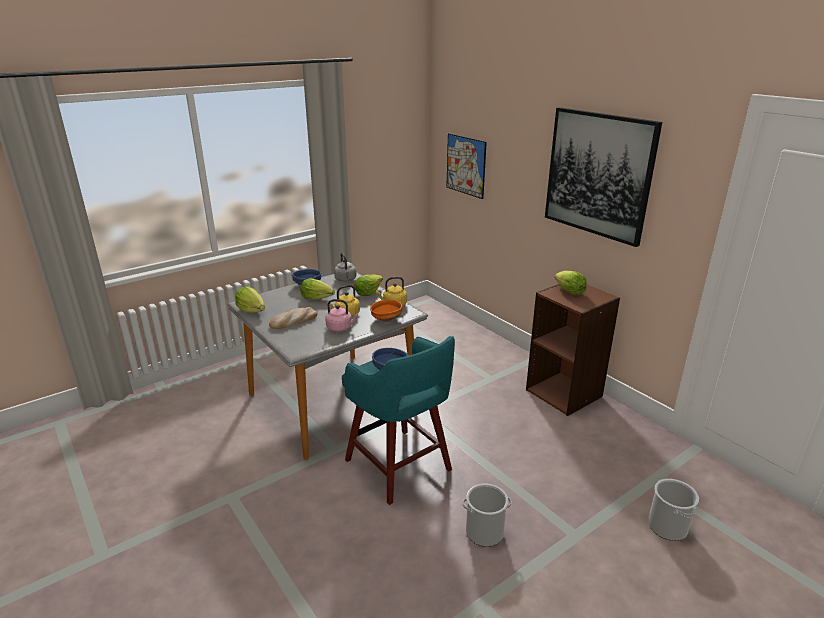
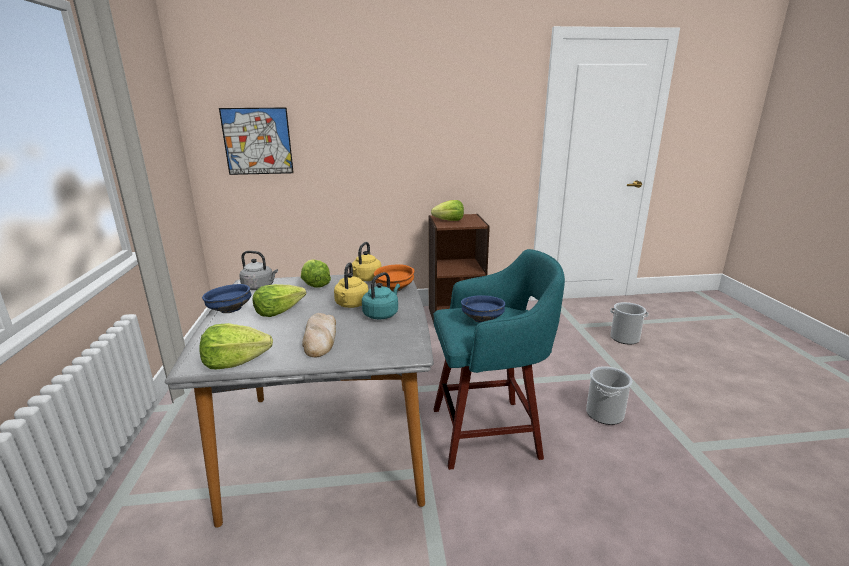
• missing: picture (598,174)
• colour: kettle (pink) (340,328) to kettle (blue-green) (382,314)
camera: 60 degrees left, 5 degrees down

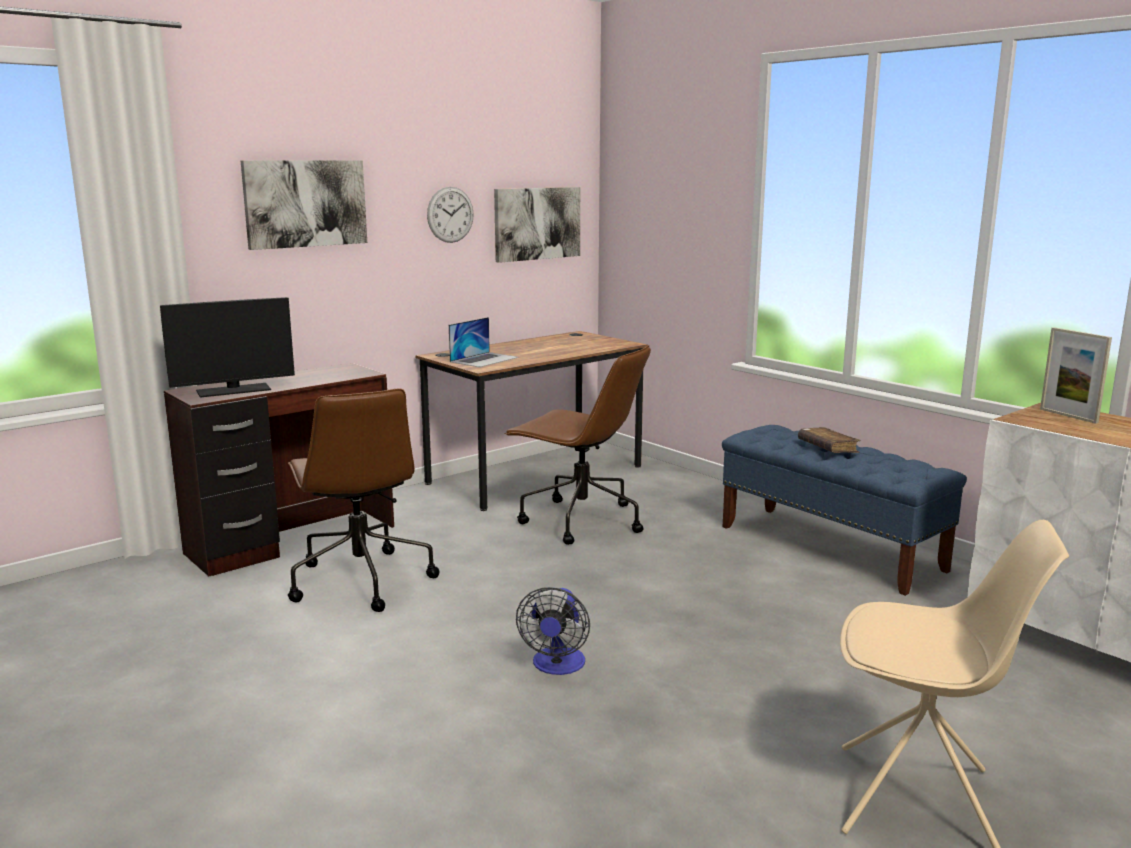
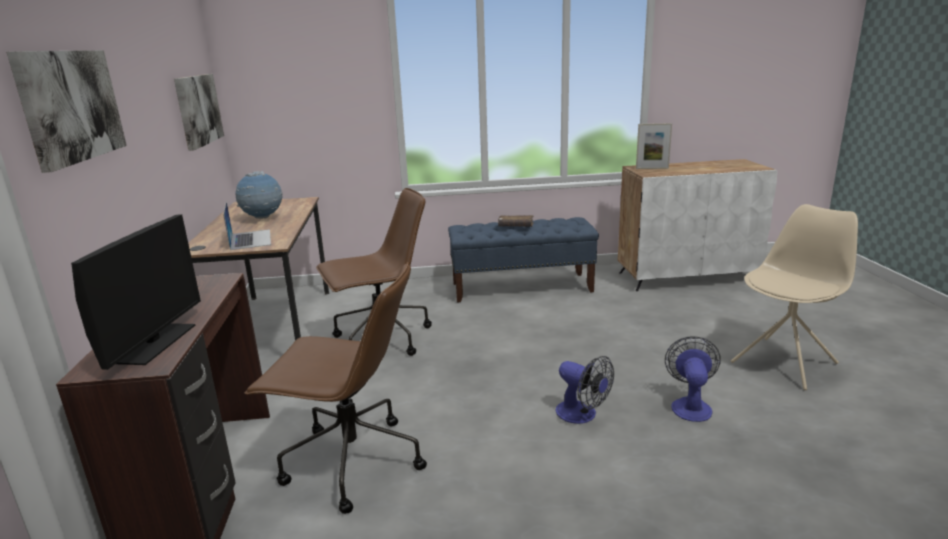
• missing: wall clock (450,214)
• appeared: globe (263,218)
• appeared: fan (690,405)
camera: 55 degrees left, 5 degrees up

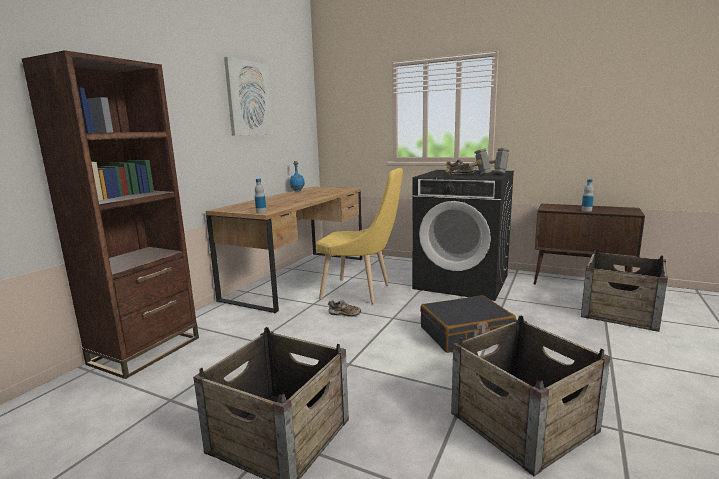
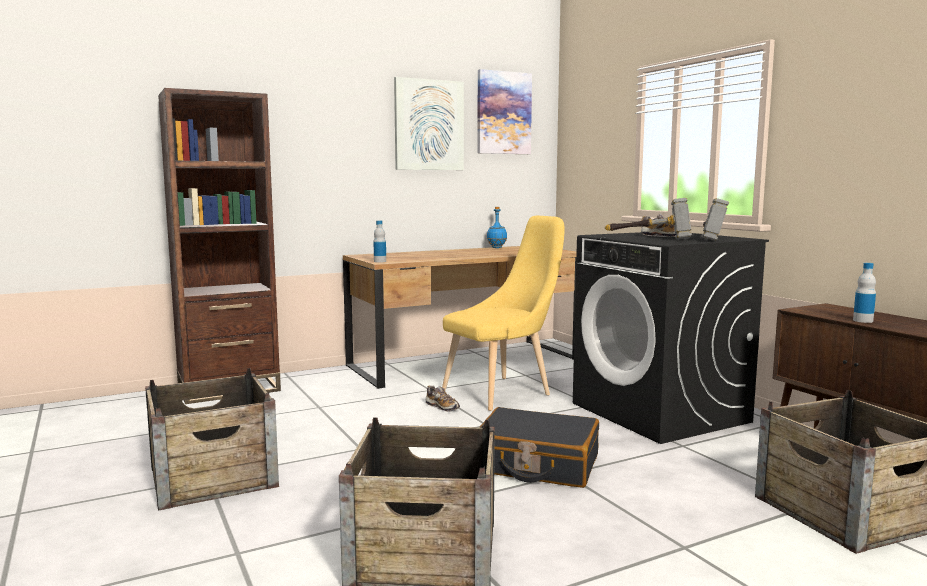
• appeared: picture (503,113)
• spun: plain chair (yellow) (360,292) = (502,392) 90 degrees counterclockwise
camera: 35 degrees right, 5 degrees down

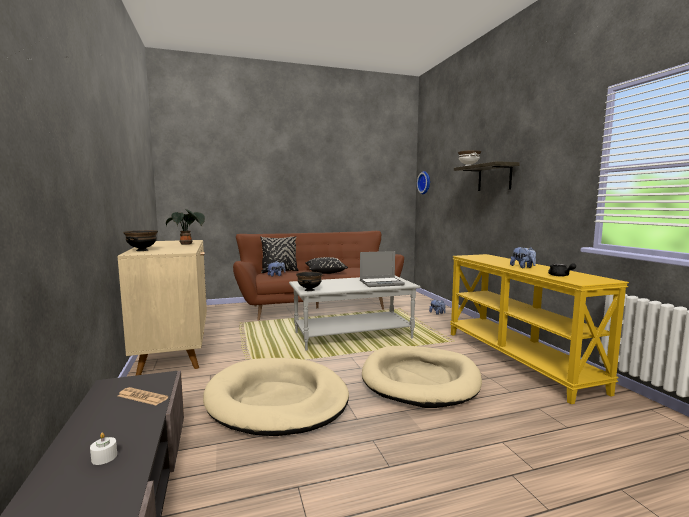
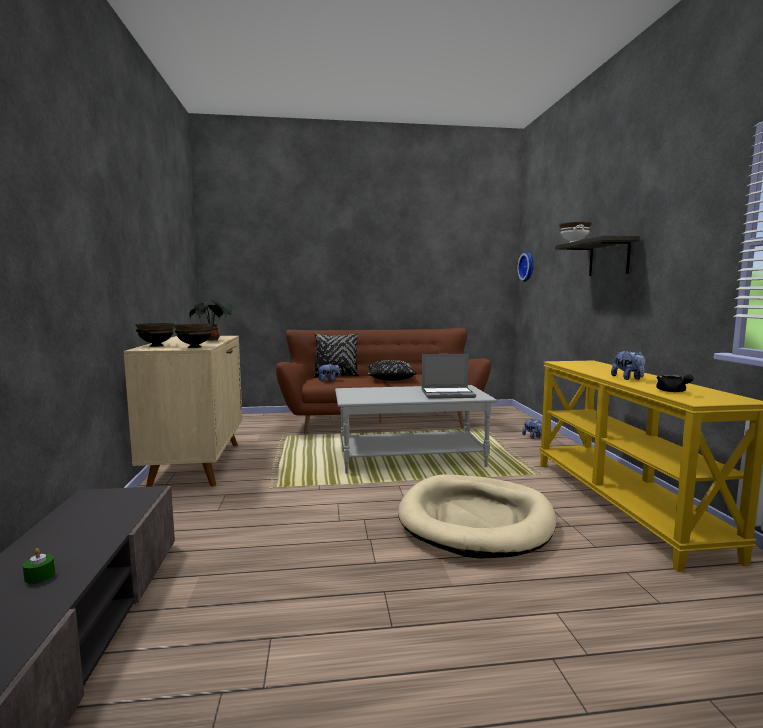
• missing: daily paper (142,397)
• missing: dog bed (beige) (277,400)
• relocated: serving bowl (blackish) (310,290) to (195,347)
• colour: candle (white) (104,457) to candle (greenish) (40,576)
camera: 10 degrees right, 0 degrees up

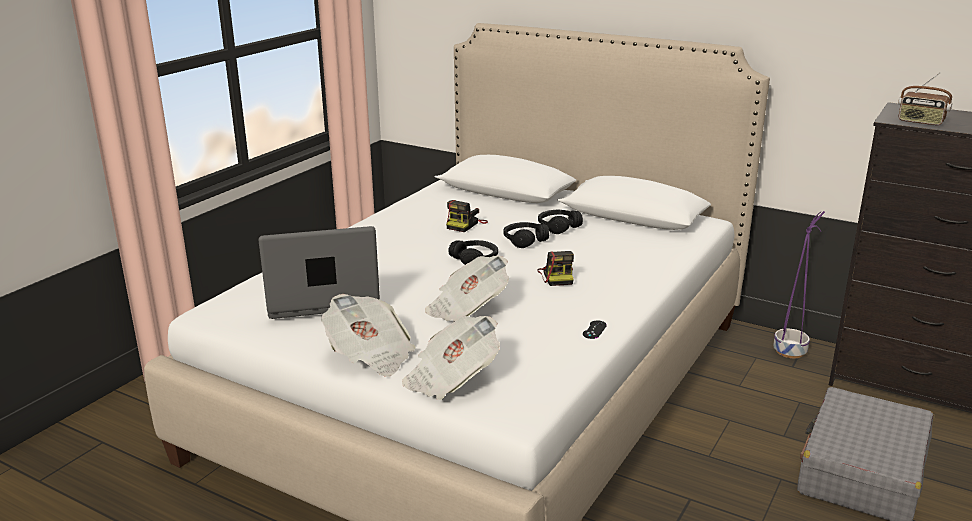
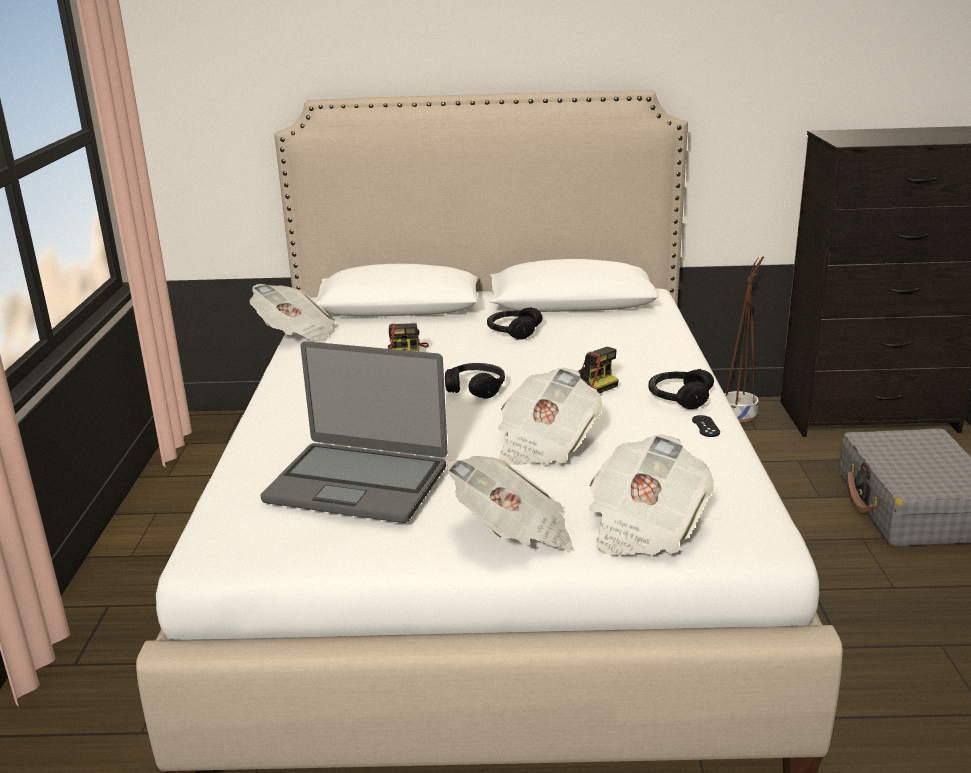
• missing: radio set (920,122)
• appeared: daily paper (296,334)
• relocated: pair of headphones (blackish) (524,240) to (679,398)
• colour: plant pot (purple-coloured) (790,351) to plant pot (brownish) (739,415)
• spun: notebook computer (323,298) = (358,483) 120 degrees counterclockwise
camera: 30 degrees left, 0 degrees up

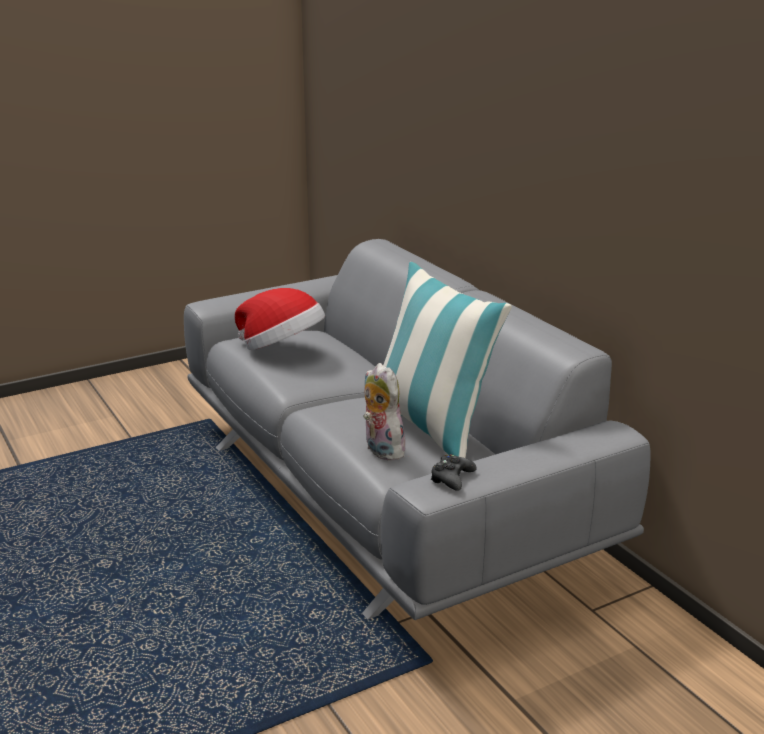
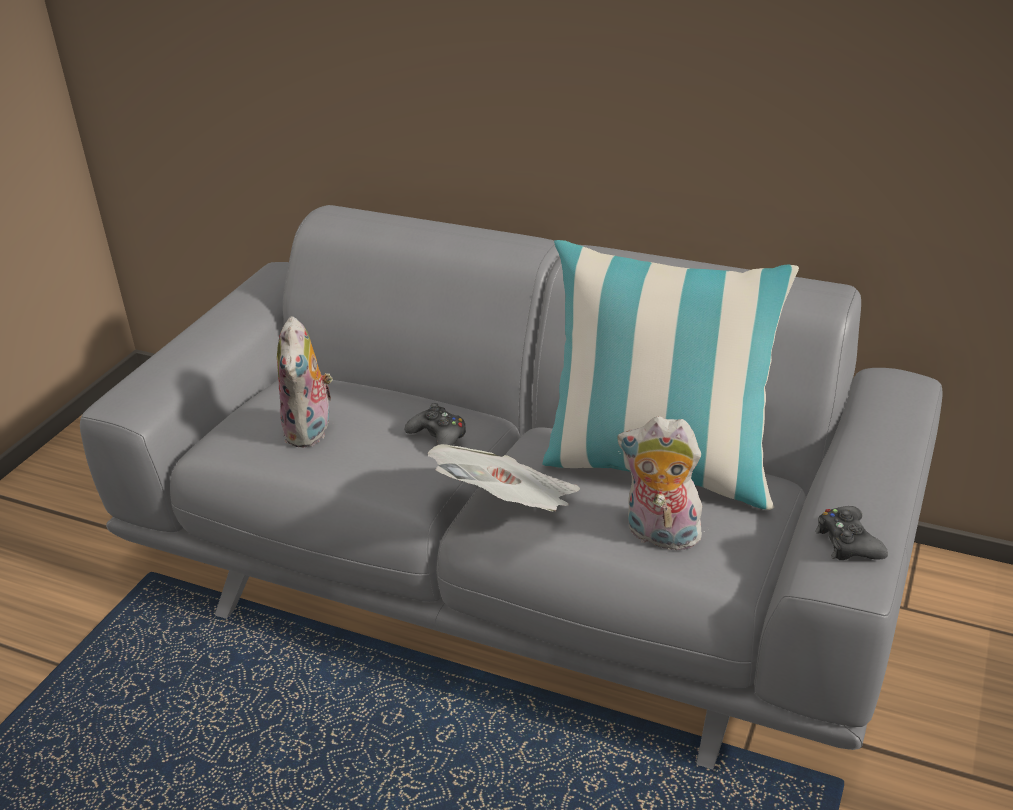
• appeared: game controller (blackish) (438,436)
• appeared: daily paper (509,508)
• exchanged: clothing hat (282,349) to plush toy (311,431)
camera: 35 degrees left, 10 degrees up

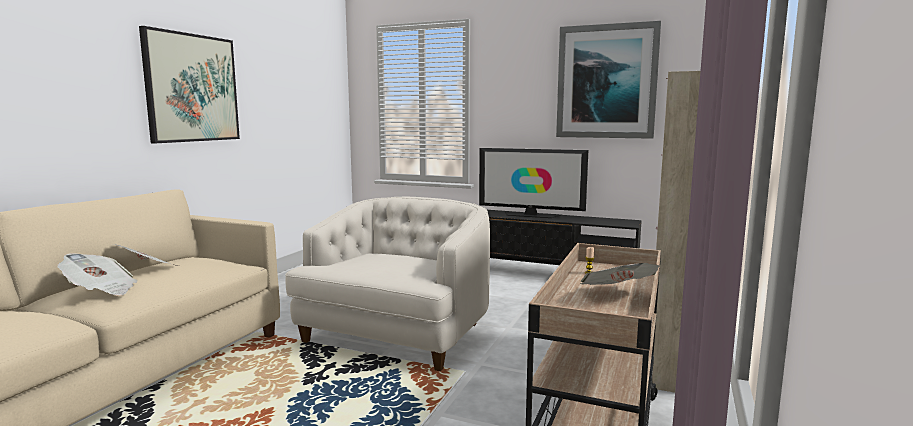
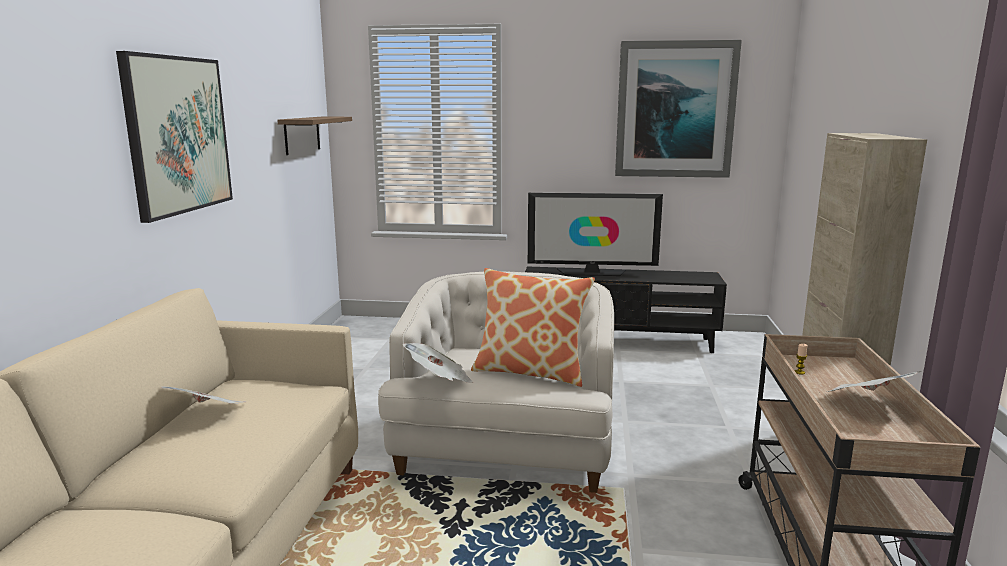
• appeared: bracket shelf (302,135)
• appeared: throw pillow (531,372)
• relocated: daily paper (101,290) to (439,380)
camera: 15 degrees left, 5 degrees up

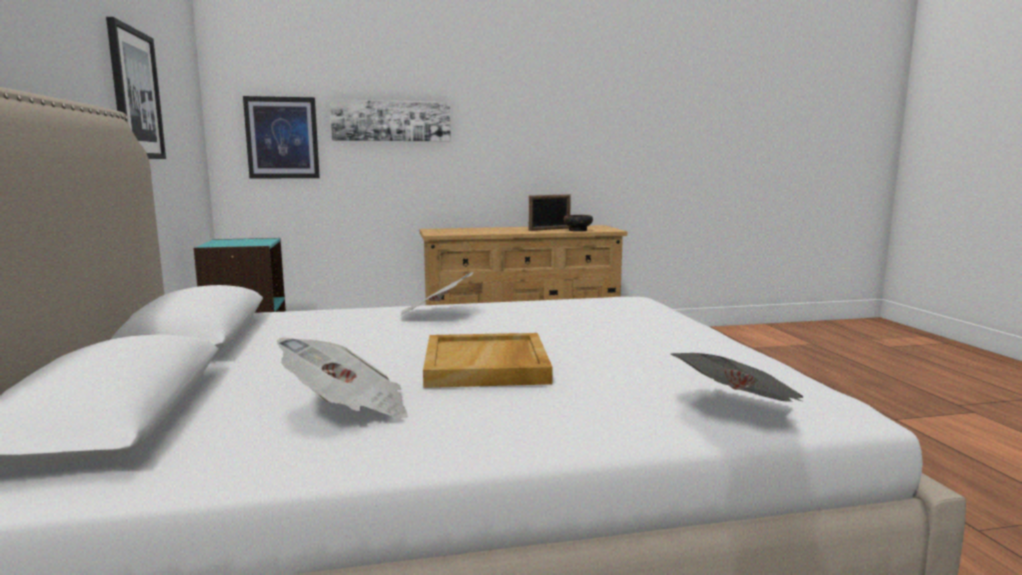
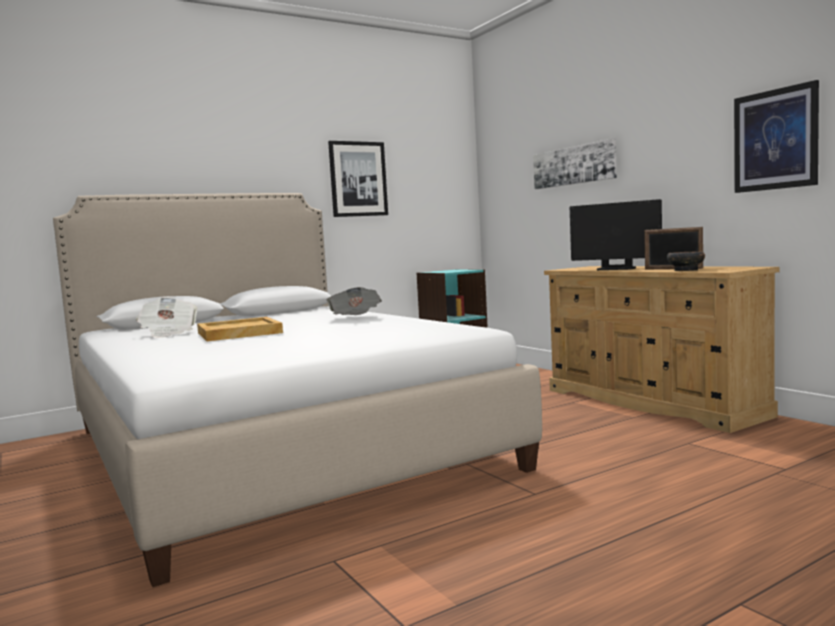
• missing: daily paper (738,412)
• appeared: computer screen (616,269)
• relocated: picture (282,138) to (775,140)
camera: 70 degrees right, 5 degrees down

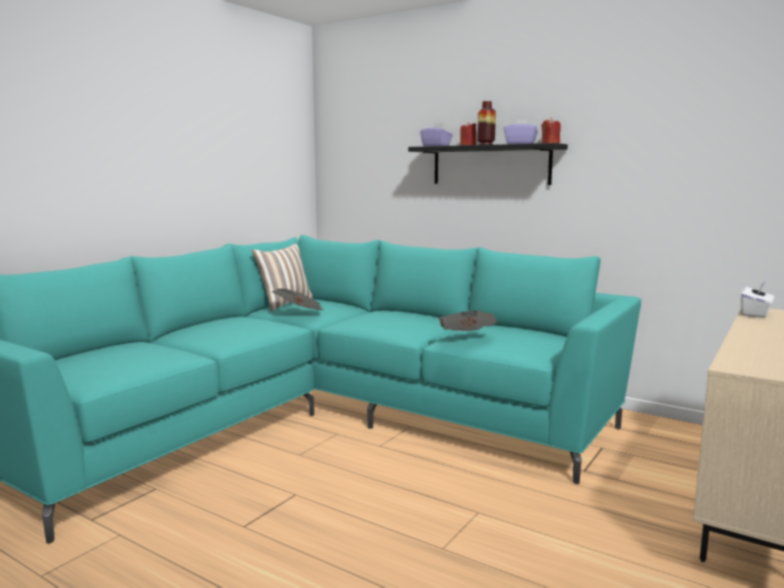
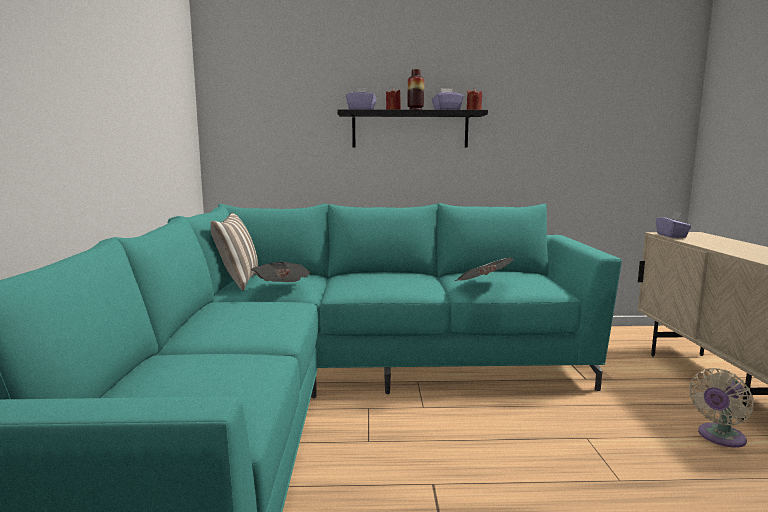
• appeared: fan (beige) (719,437)
• colour: tissue box (white) (755,314) to tissue box (purple-coloured) (671,236)
camera: 35 degrees left, 0 degrees up

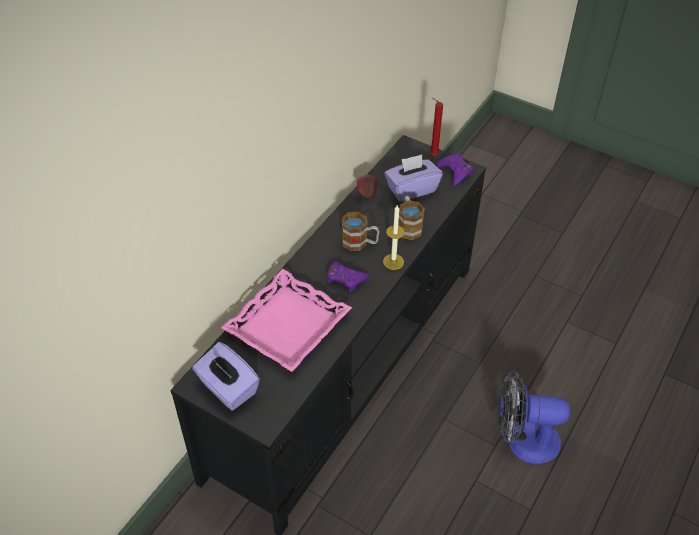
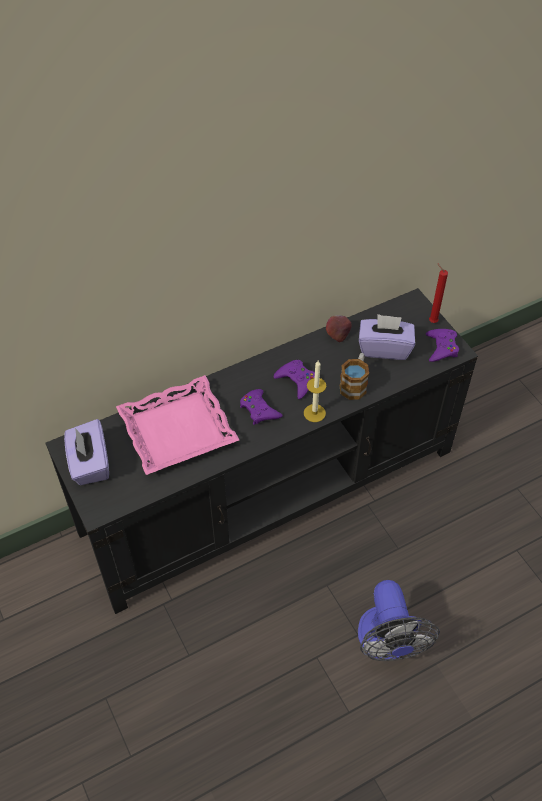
• exchanged: tea mug (360,243) to game controller (purple-coloured) (296,381)
• spun: fan (522,440) = (387,643) 135 degrees counterclockwise
camera: 30 degrees right, 5 degrees up

